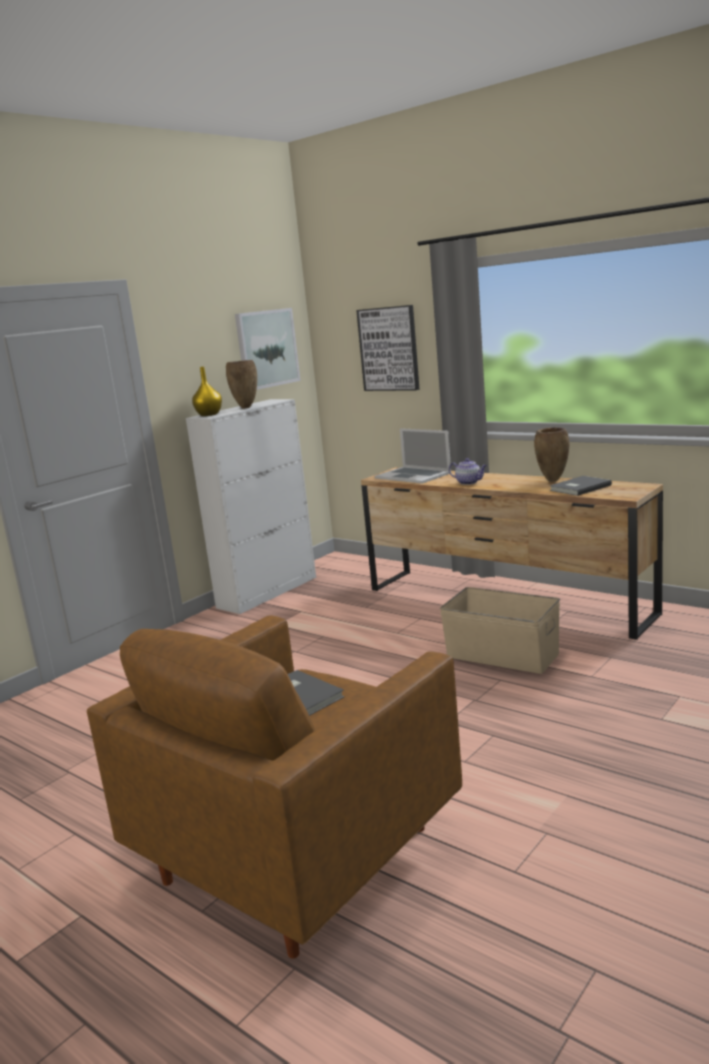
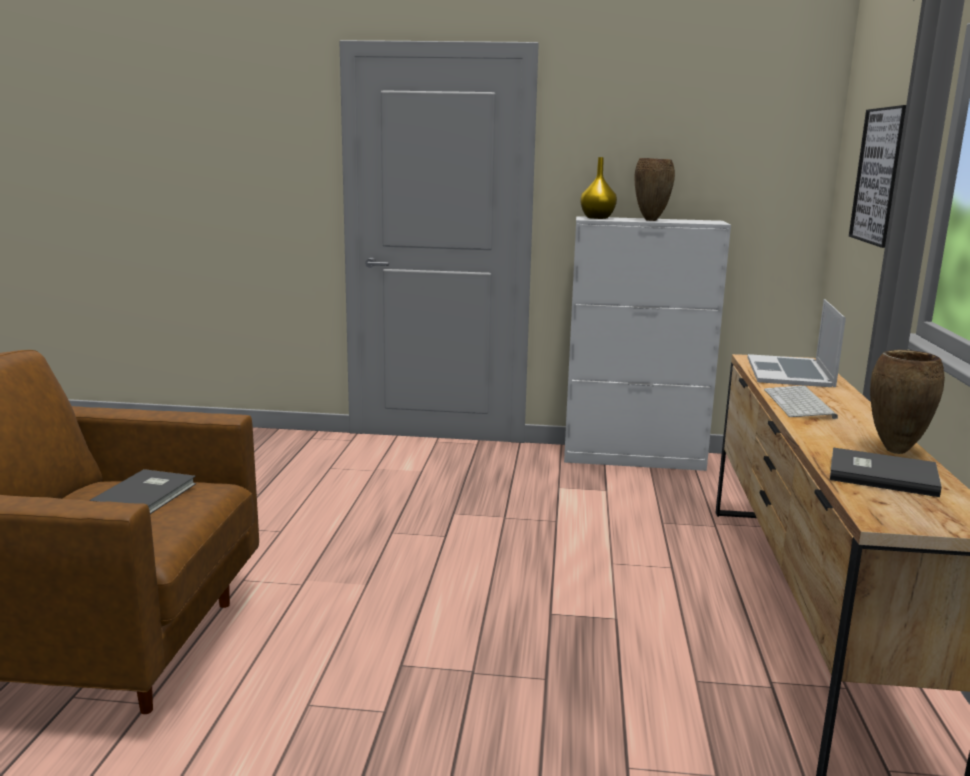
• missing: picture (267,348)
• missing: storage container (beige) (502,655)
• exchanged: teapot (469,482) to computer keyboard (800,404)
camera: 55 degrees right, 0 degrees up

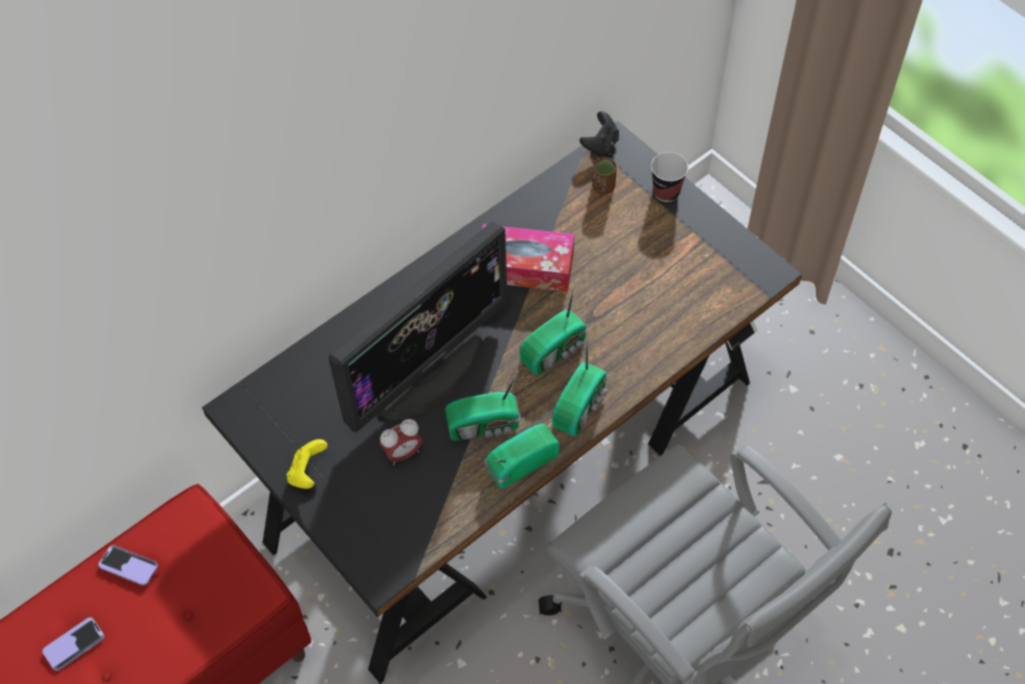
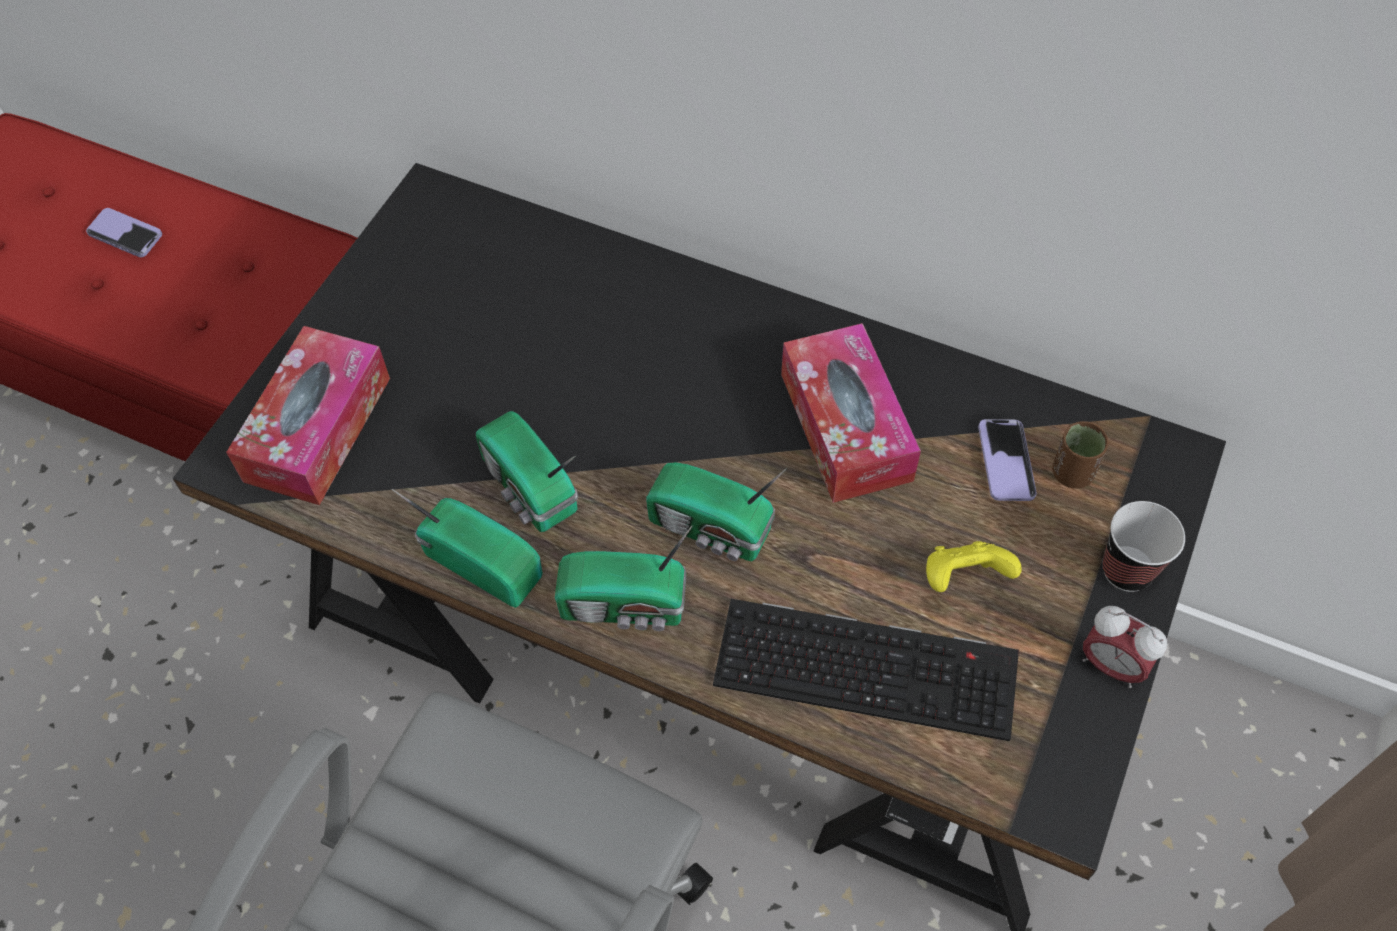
• missing: computer screen (428,369)
• missing: game controller (blackish) (600,145)
• appeared: tissue box (318,429)
• appeared: computer keyboard (870,666)
• relocated: phone (128,566) to (1006,461)
• relocated: game controller (yellow) (308,472) to (963,578)
• relocated: table clock (403,453) to (1111,665)
camera: 65 degrees right, 0 degrees up

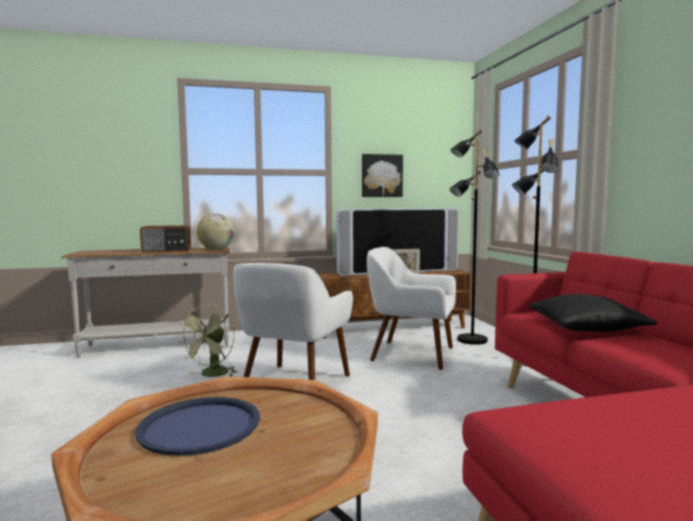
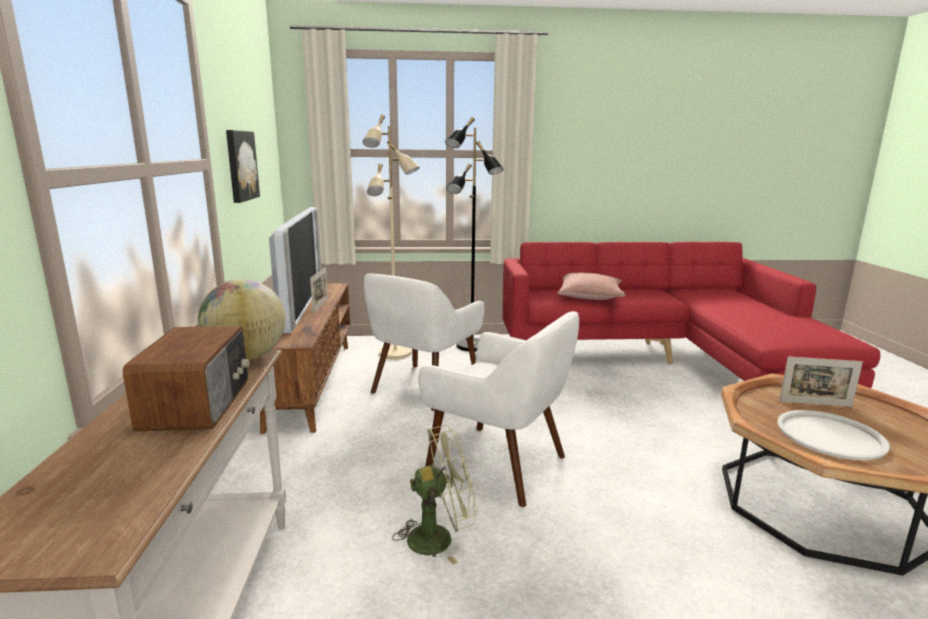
• appeared: photo frame (815,404)
• colour: serving tray (blue) (200,426) to serving tray (white) (830,435)
• colour: floor lamp (blackish) (471,340) to floor lamp (beige) (395,354)
• colour: throw pillow (blackish) (586,328) to throw pillow (pink) (590,296)
• spun: fan (greenish) (212,375) = (439,537) 45 degrees counterclockwise
camera: 80 degrees left, 10 degrees up

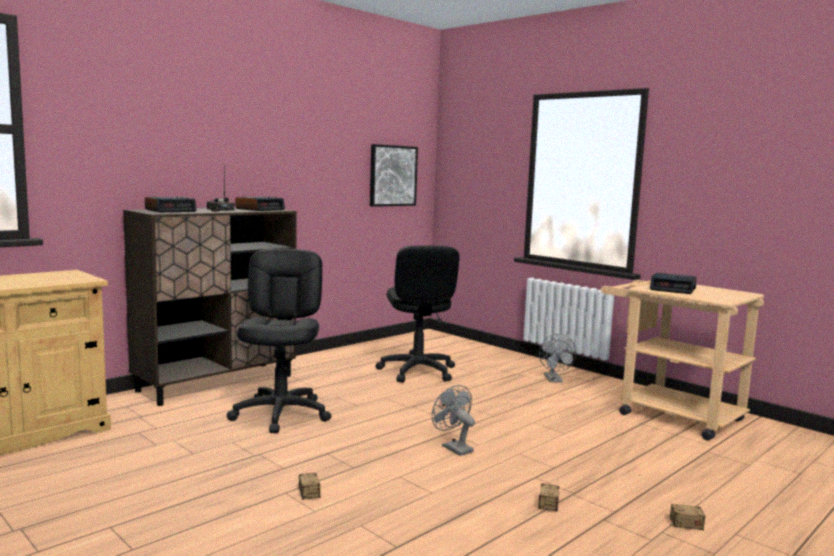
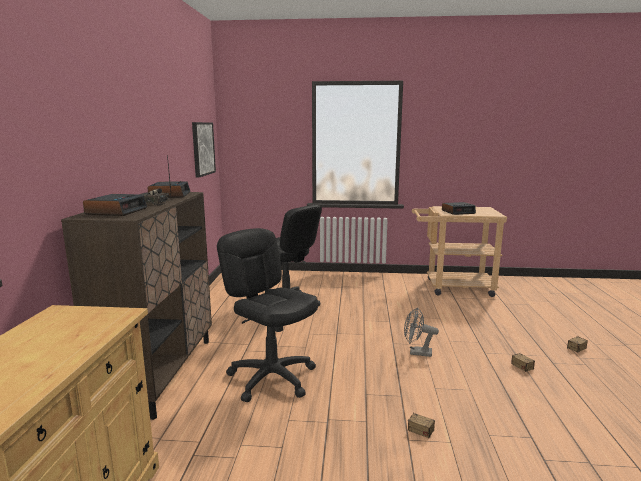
• missing: fan (gray) (554,380)
camera: 40 degrees left, 5 degrees up

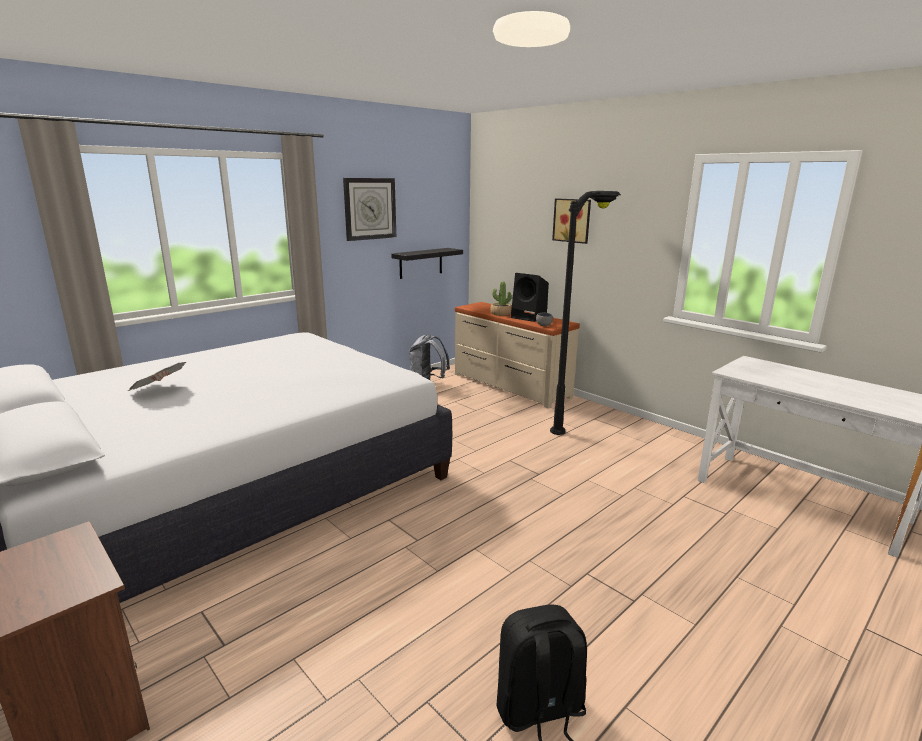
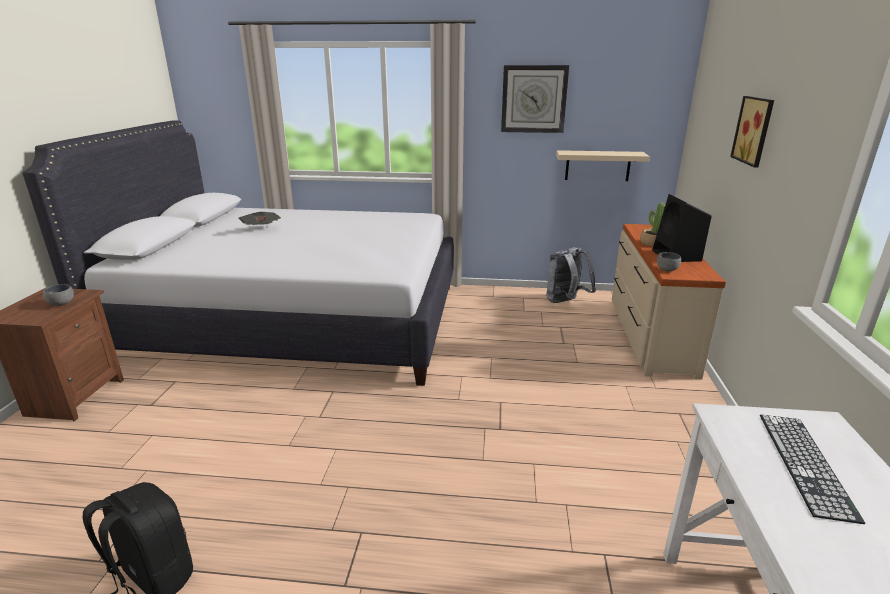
• missing: floor lamp (blackish) (577,416)
• appeared: serving bowl (gray) (62,304)
• appeared: computer keyboard (805,463)
• colour: bracket shelf (blackish) (421,263) to bracket shelf (beige) (597,165)
camera: 50 degrees right, 5 degrees up

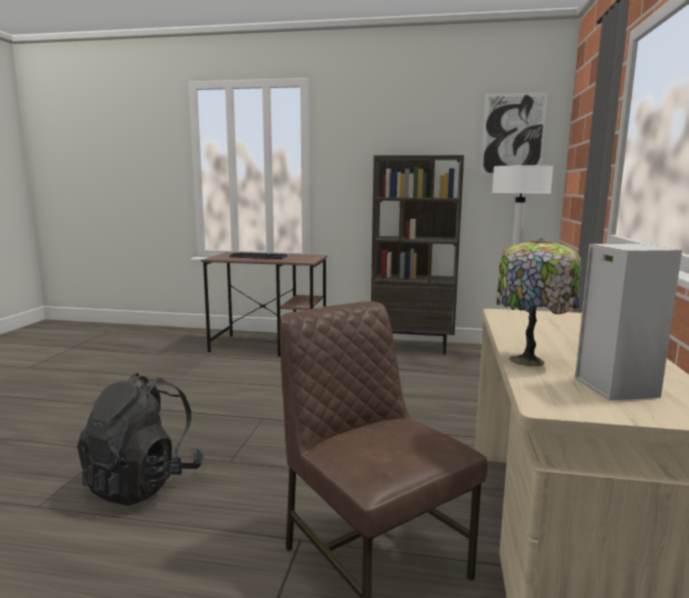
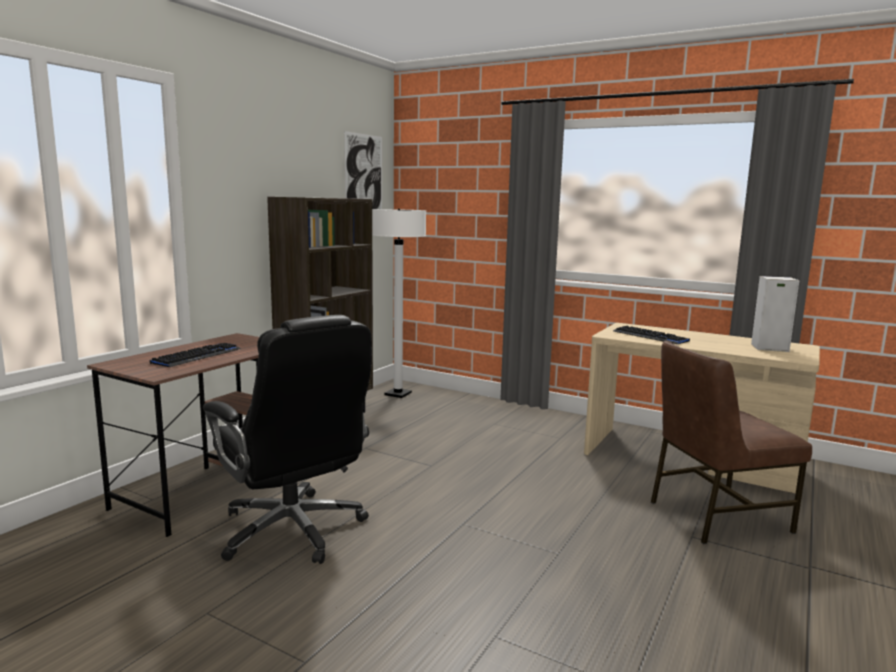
• missing: knapsack (blackish) (144,483)
• missing: tabletop lamp (530,361)
• appeared: office chair (blackish) (293,530)
• appeared: computer keyboard (650,336)
camera: 70 degrees left, 0 degrees up

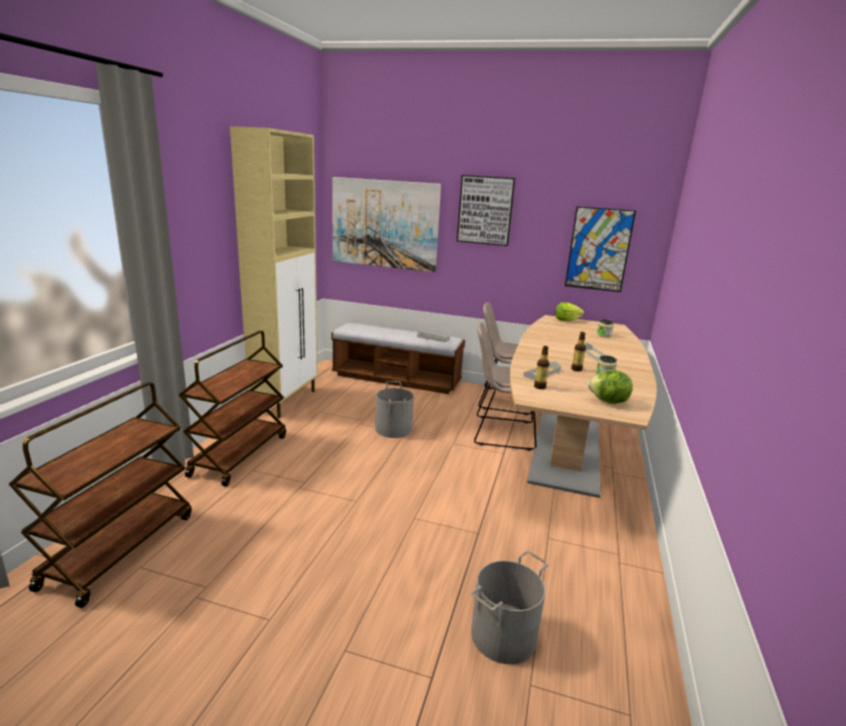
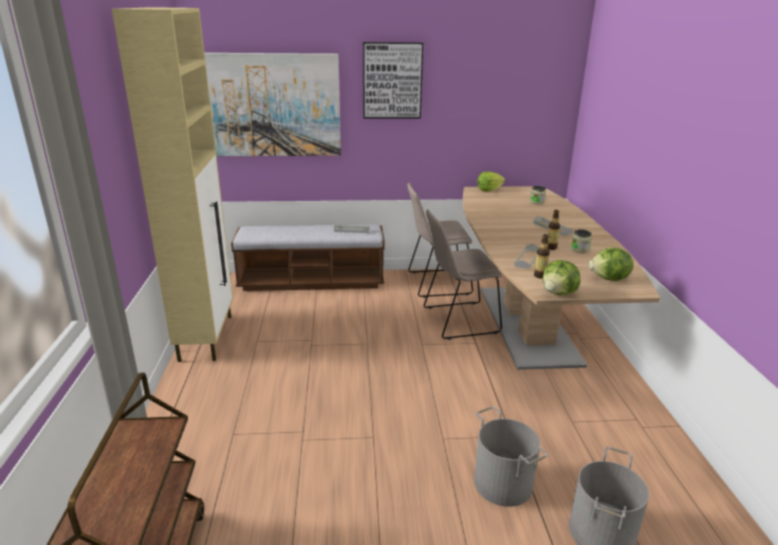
• missing: trolley (brownish) (239,455)
• missing: picture (598,249)
• appeared: lettuce head (558,293)
• relocated: bucket (gray) (393,429) to (502,484)
camera: 20 degrees left, 5 degrees up

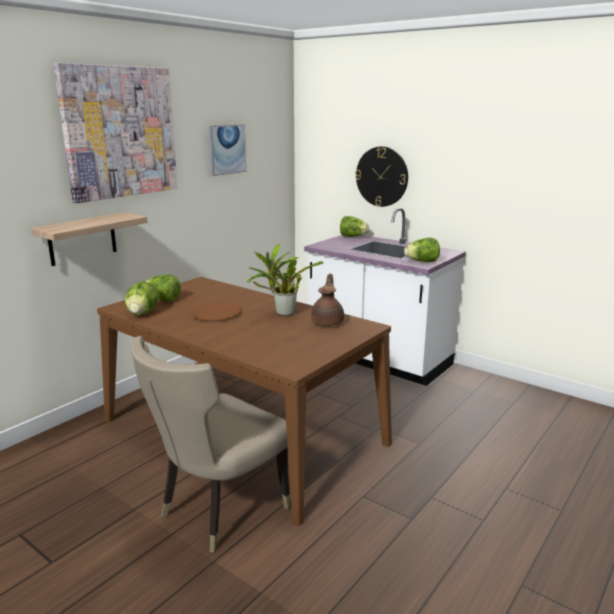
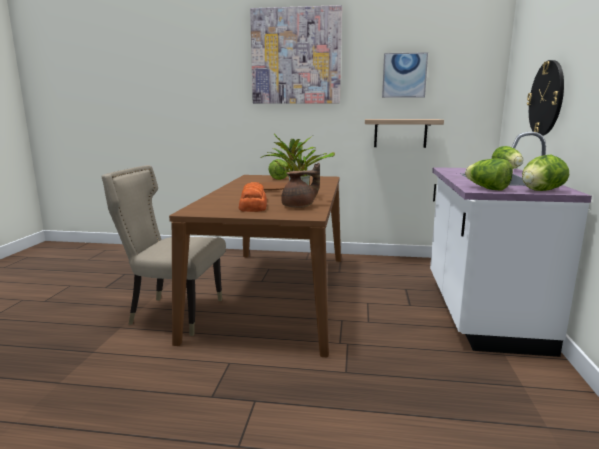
• appeared: baked bread (253,206)
• relocated: bracket shelf (82,239) to (400,133)
• relocated: lettuce head (142,313) to (541,191)
camera: 60 degrees right, 5 degrees down

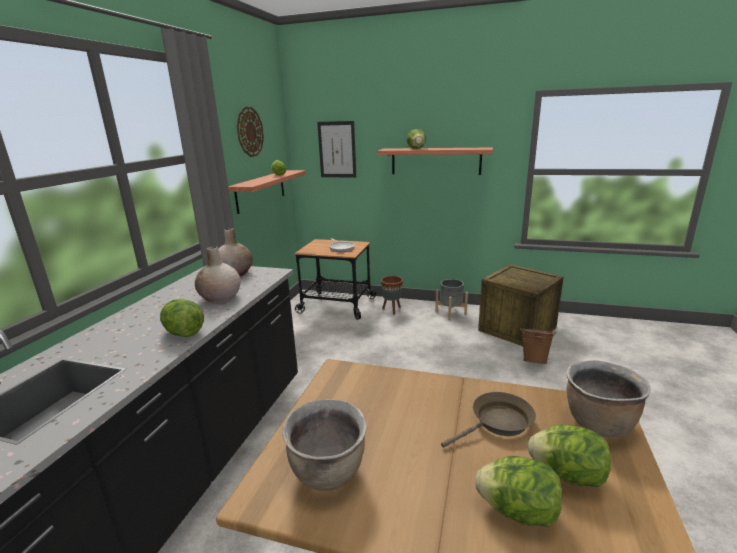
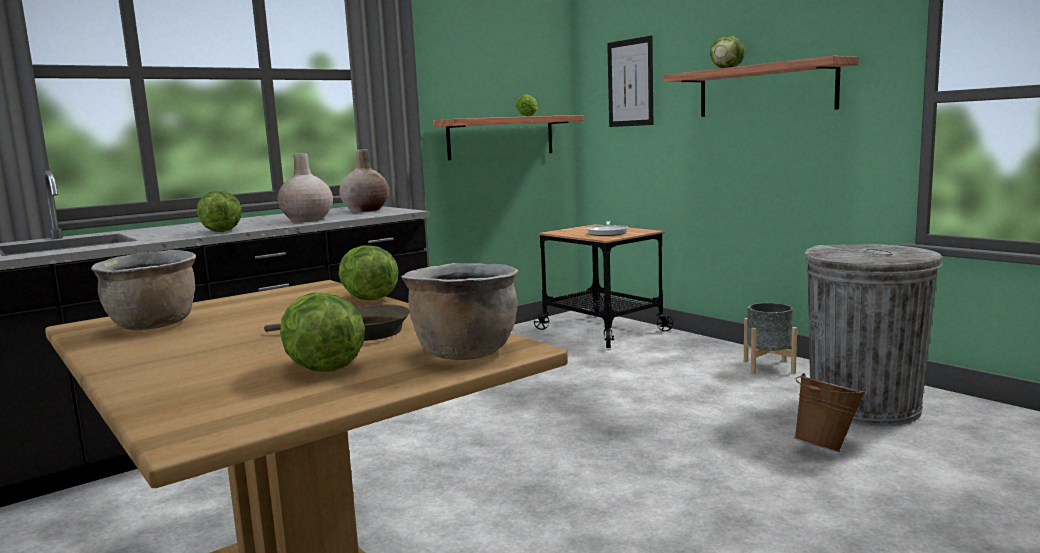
• missing: wall clock (249,132)
• missing: plant pot (brownish) (392,310)
• relocated: lettuce head (518,511) to (368,298)
• exchanged: packing crate (517,329) to rubbish bin (gray) (864,406)
camera: 35 degrees right, 10 degrees down

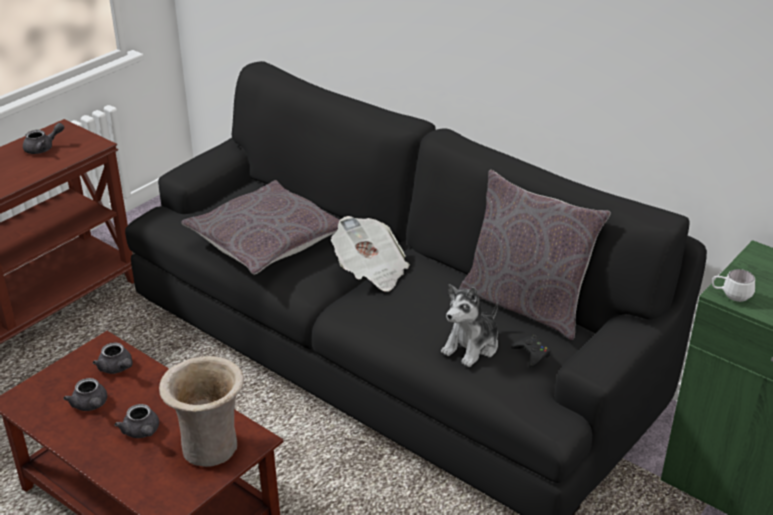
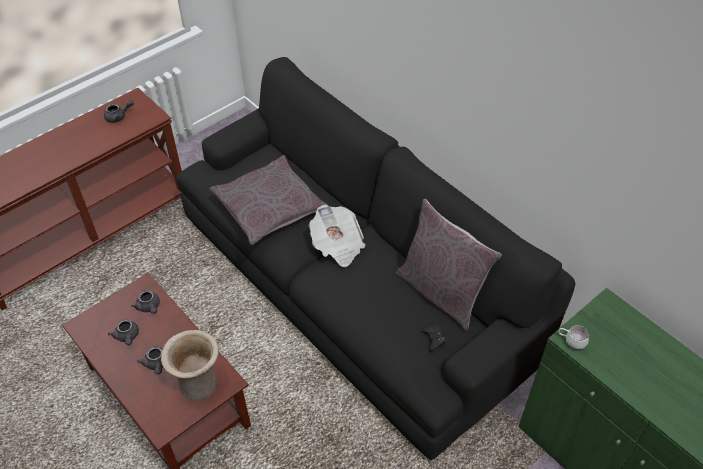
• missing: plush toy (471,346)
camera: 10 degrees right, 15 degrees up

